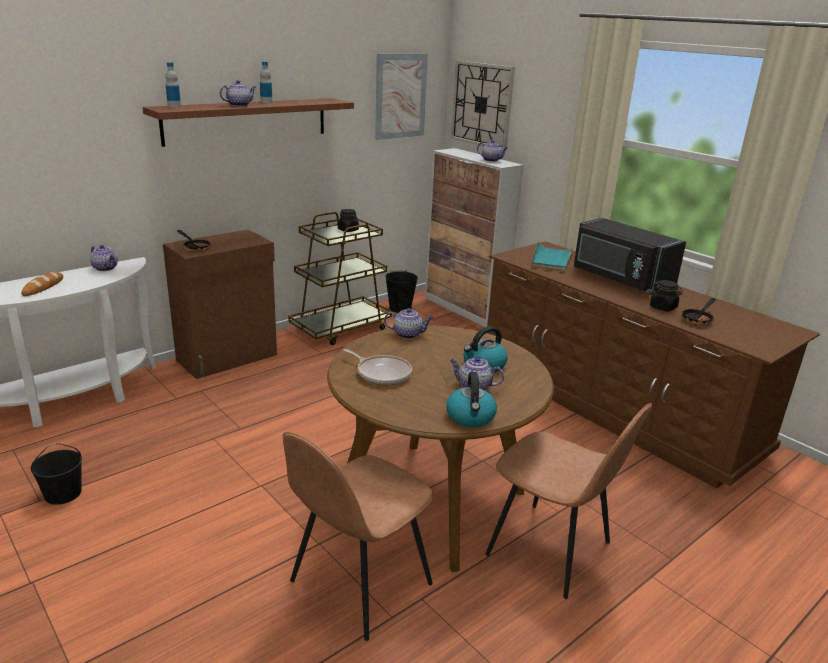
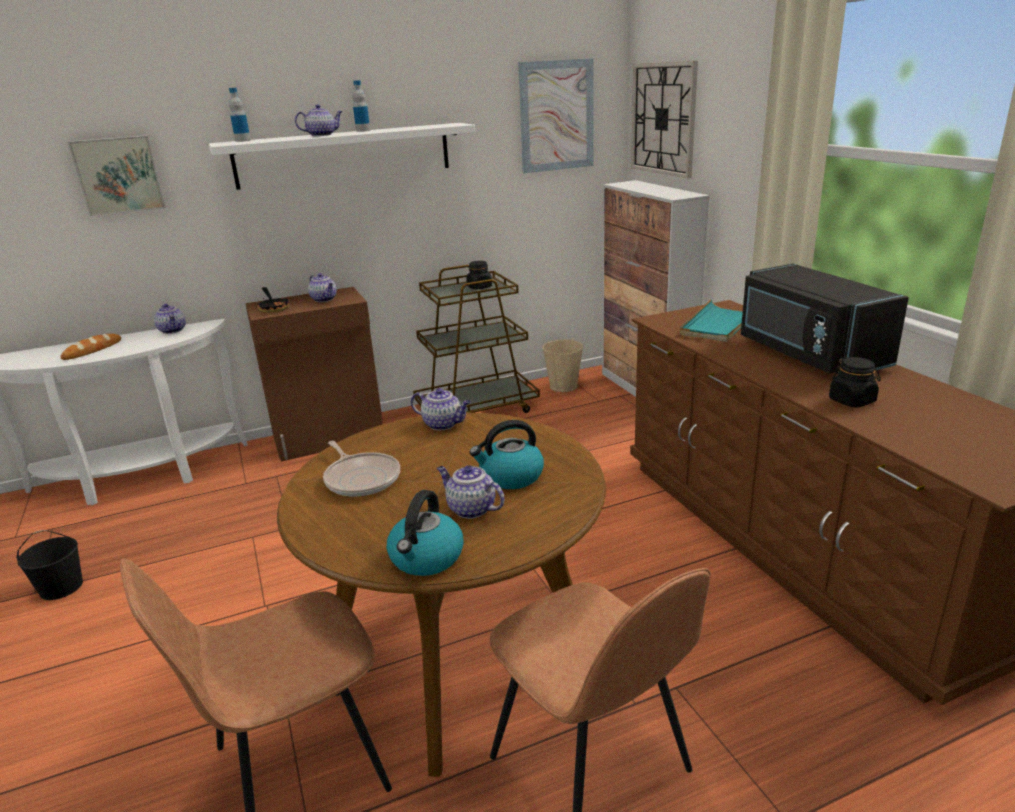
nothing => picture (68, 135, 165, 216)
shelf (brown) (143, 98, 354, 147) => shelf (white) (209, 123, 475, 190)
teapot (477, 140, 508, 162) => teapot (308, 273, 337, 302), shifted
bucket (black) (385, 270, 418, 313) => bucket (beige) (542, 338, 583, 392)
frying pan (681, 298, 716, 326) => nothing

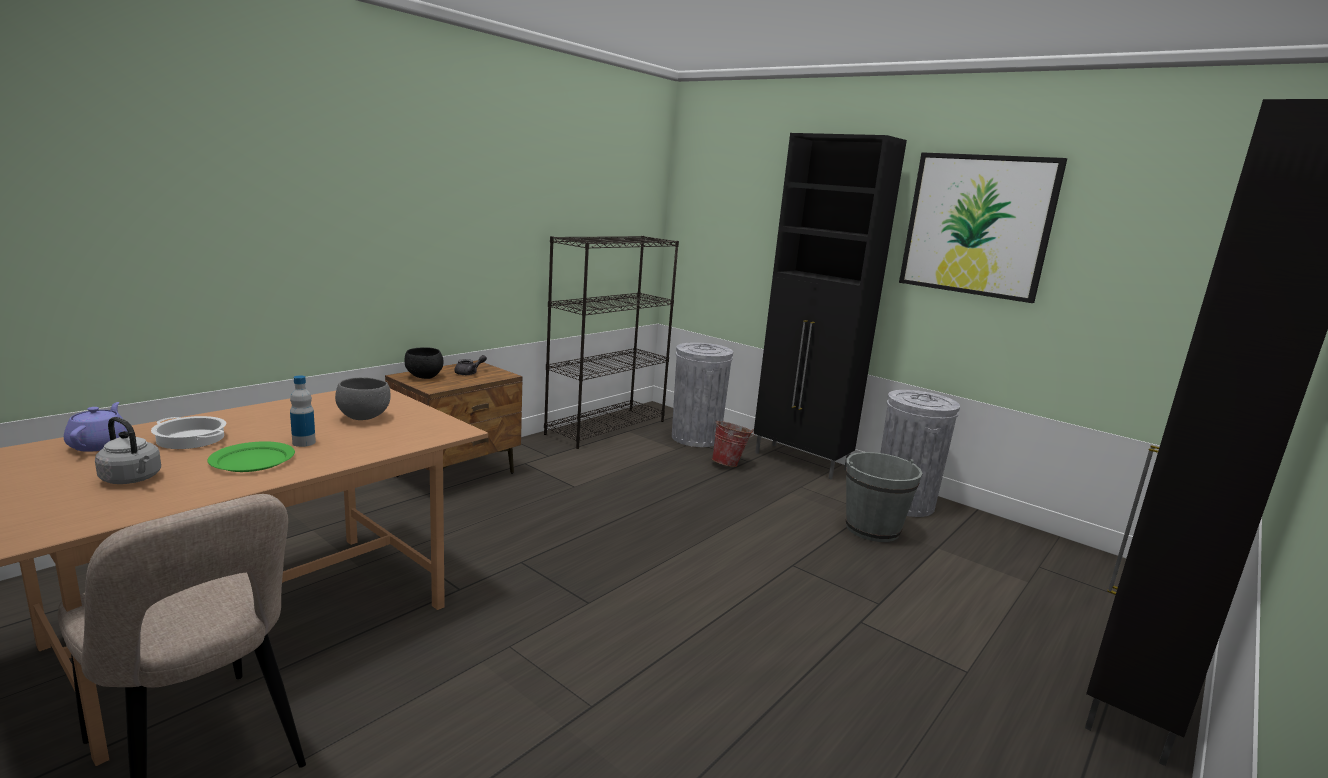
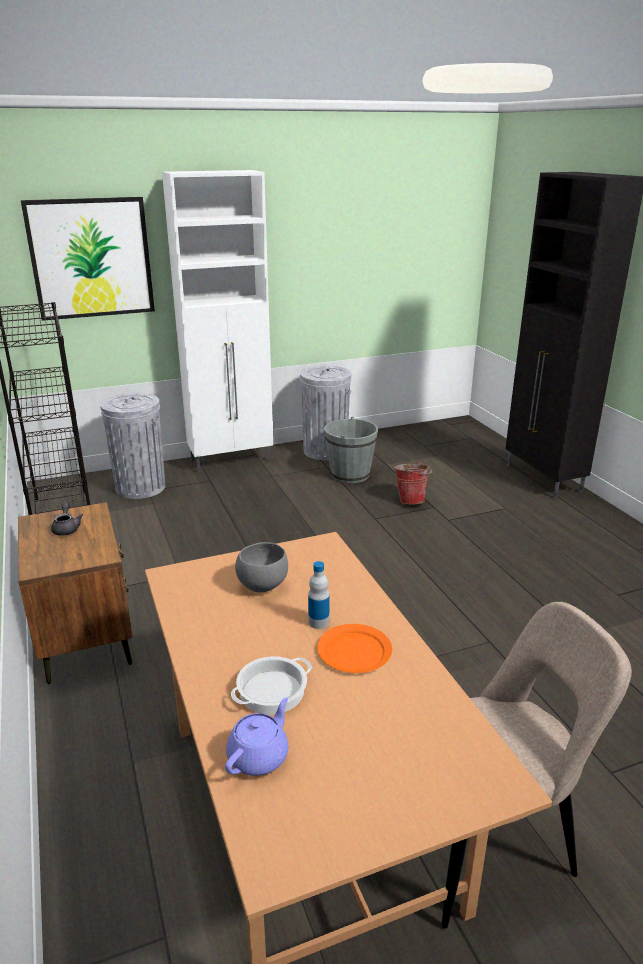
picture (899, 152, 1067, 303) => picture (21, 197, 155, 321), shifted
cabinet (black) (754, 133, 907, 479) => cabinet (white) (162, 170, 273, 473)
teapot (purple) (64, 402, 128, 452) => teapot (purple) (225, 697, 288, 776), 105 degrees clockwise
plate (green) (207, 441, 295, 472) => plate (orange) (317, 624, 392, 673)
bucket (712, 420, 754, 467) => bucket (394, 461, 432, 505), shifted
kettle (grey) (95, 417, 161, 484) => nothing
bowl (black) (404, 347, 443, 379) => nothing

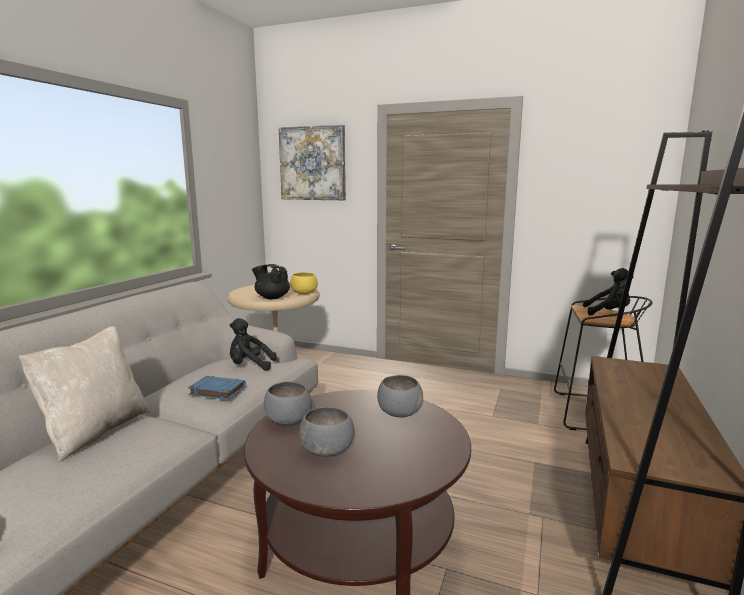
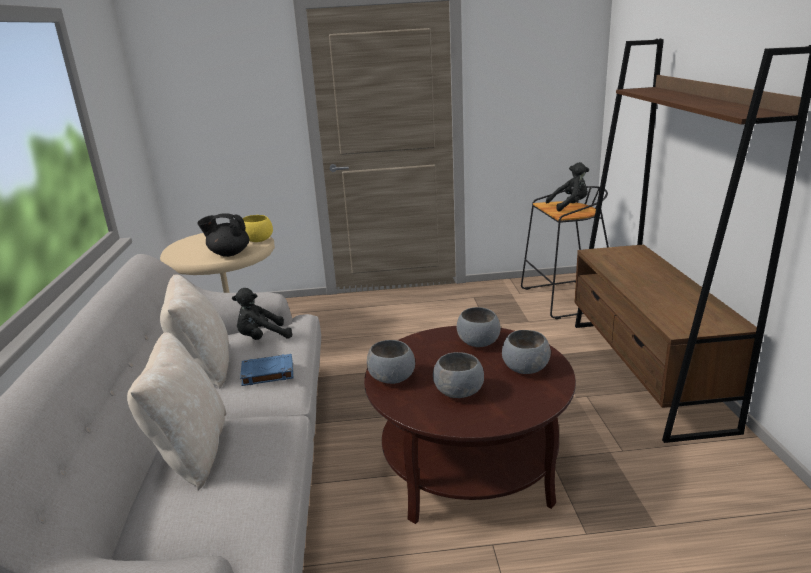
nothing => pillow (beige) (160, 275, 229, 389)
nothing => bowl (grey) (502, 330, 551, 374)
picture (279, 125, 346, 200) => nothing

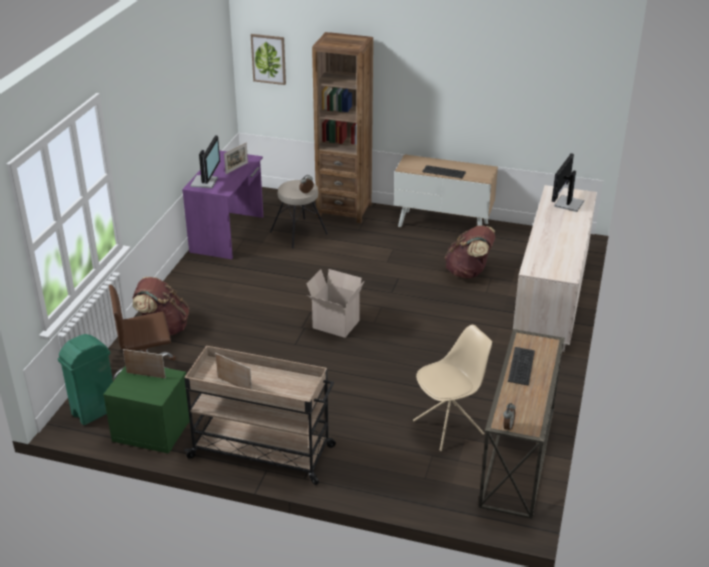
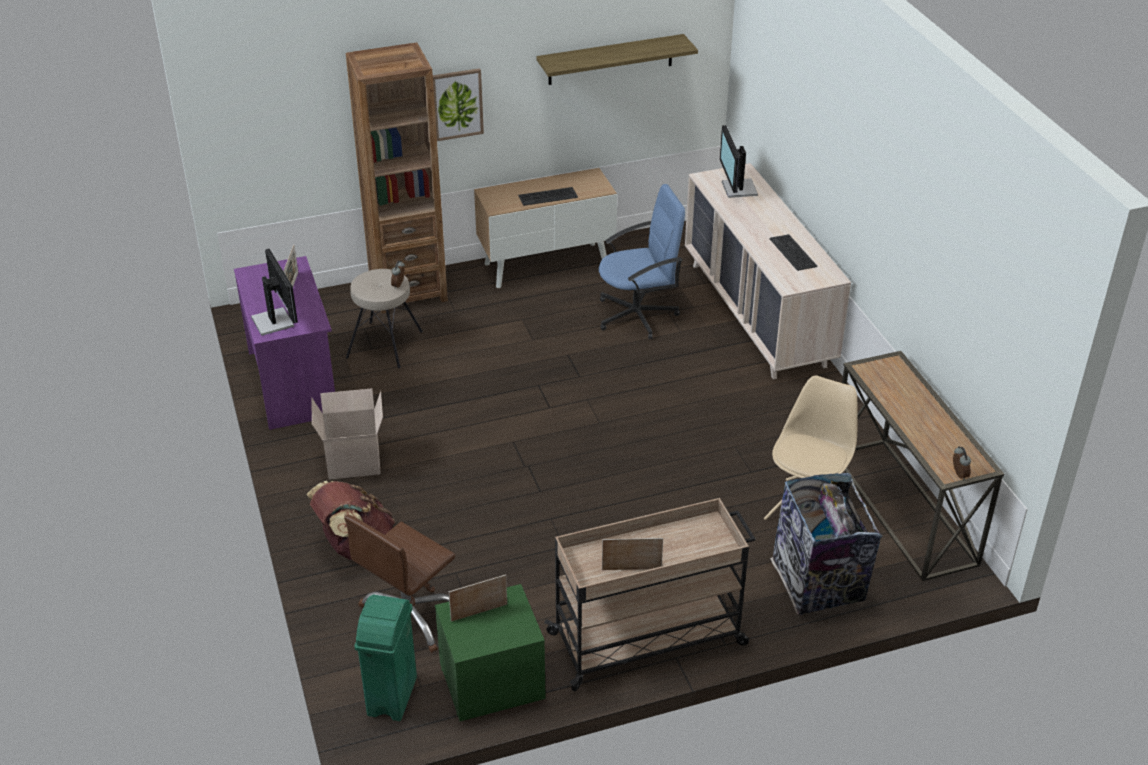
cardboard box (307, 269, 364, 338) => cardboard box (311, 388, 383, 480), shifted
picture (251, 34, 286, 85) => picture (433, 68, 484, 141), shifted
nothing => shelf (536, 34, 698, 85)
backpack (brown) (445, 225, 495, 279) => office chair (blue) (599, 184, 685, 339)
keyboard (508, 347, 535, 386) => keyboard (769, 234, 817, 271), shifted
nothing => trash can (770, 472, 883, 615)

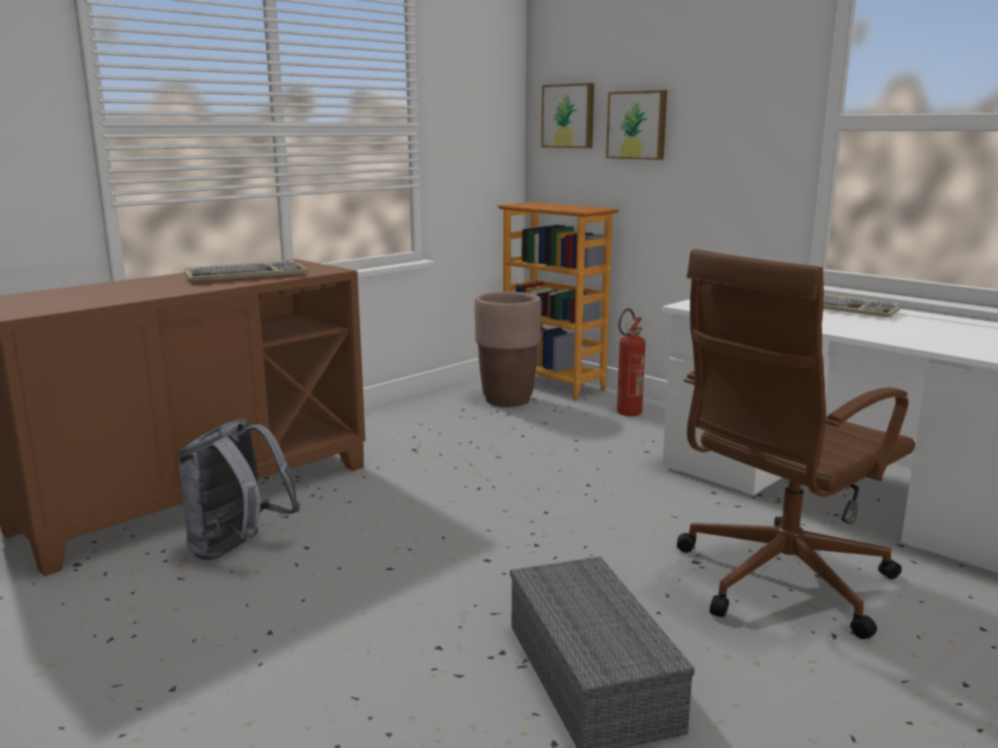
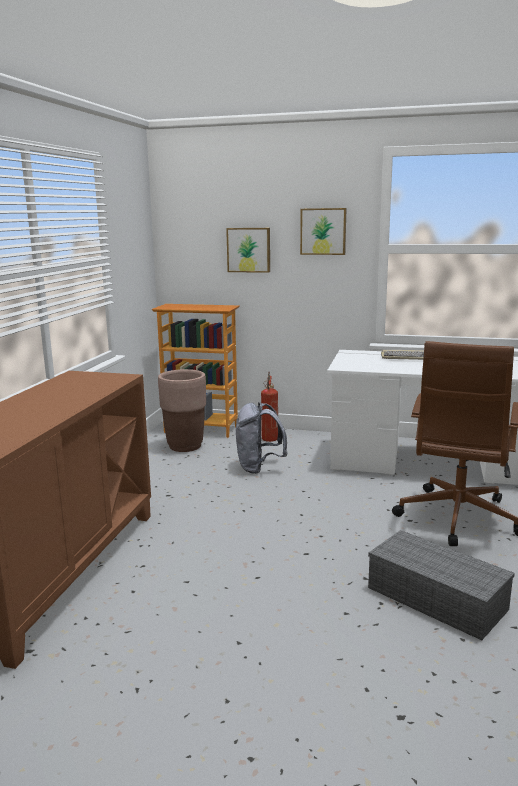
backpack (grey) (179, 419, 300, 560) => backpack (grey) (236, 402, 288, 474), shifted
picture (541, 83, 594, 148) => picture (300, 208, 347, 255), shifted
keyboard (184, 260, 308, 281) => nothing

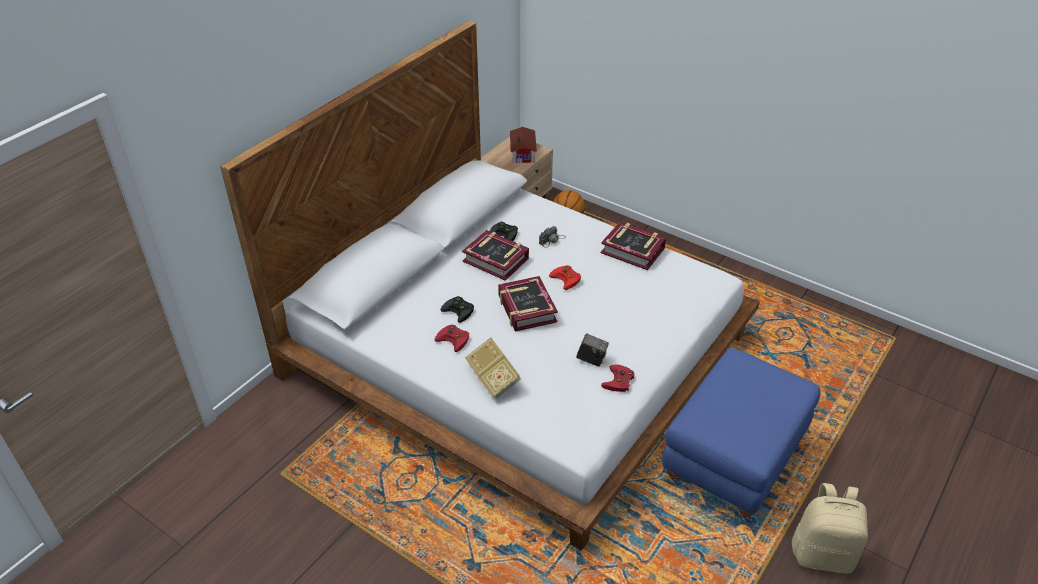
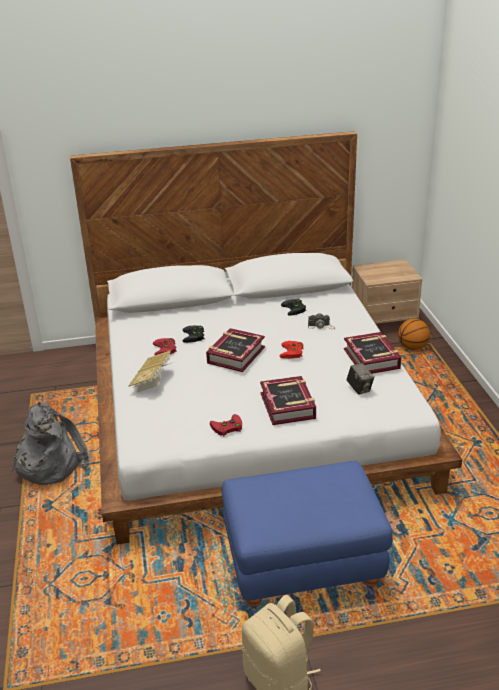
nothing => backpack (grey) (11, 401, 89, 485)
book (462, 230, 529, 281) => book (260, 376, 316, 425), shifted
photo camera (576, 334, 609, 367) => photo camera (347, 363, 374, 395), shifted
toy house (510, 127, 537, 163) => nothing

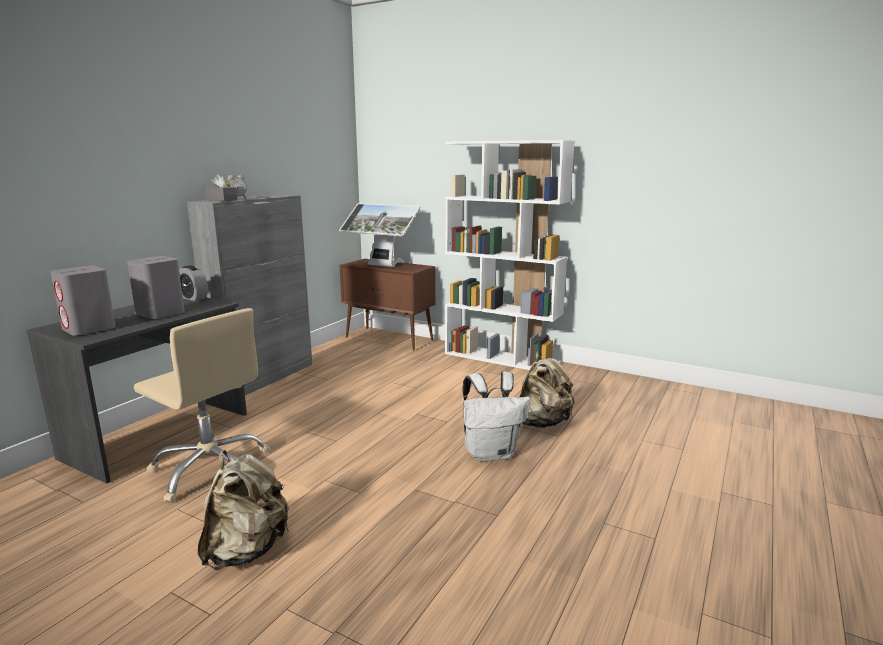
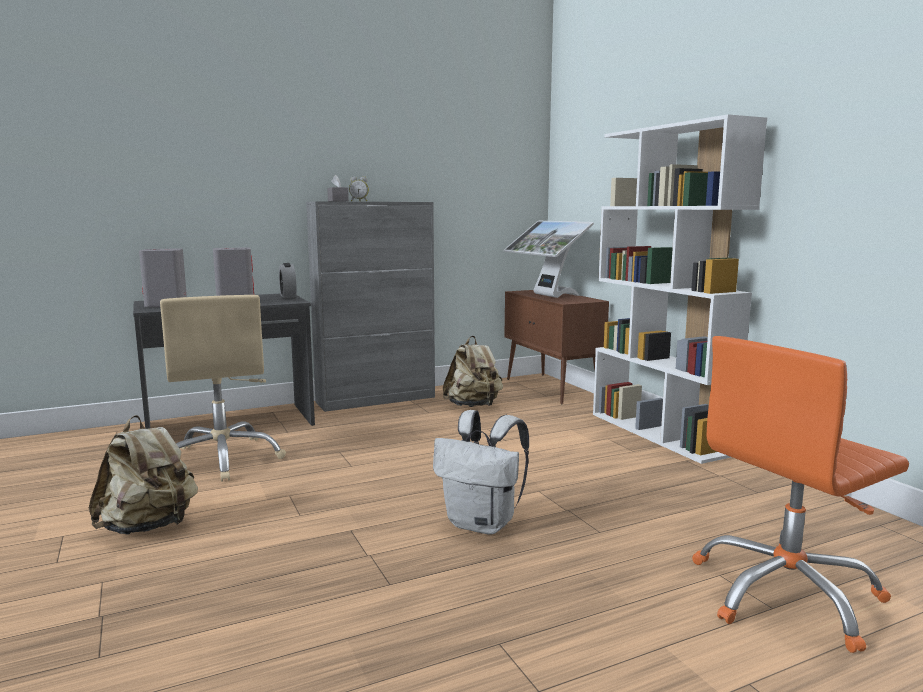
backpack (beige) (520, 351, 575, 428) => backpack (beige) (443, 336, 503, 407), shifted
nothing => office chair (orange) (692, 336, 909, 653)

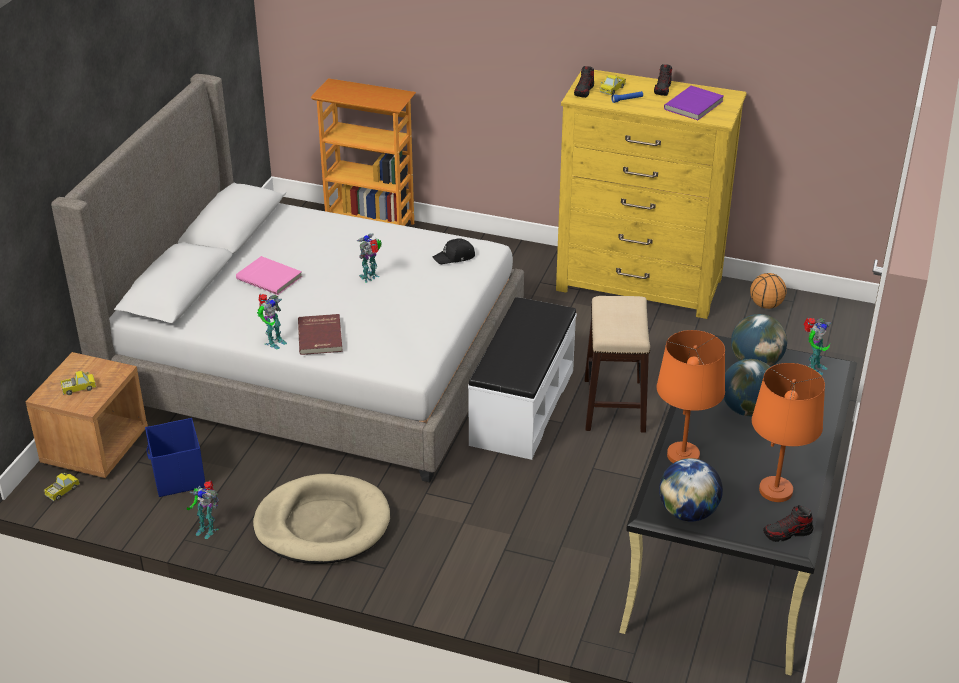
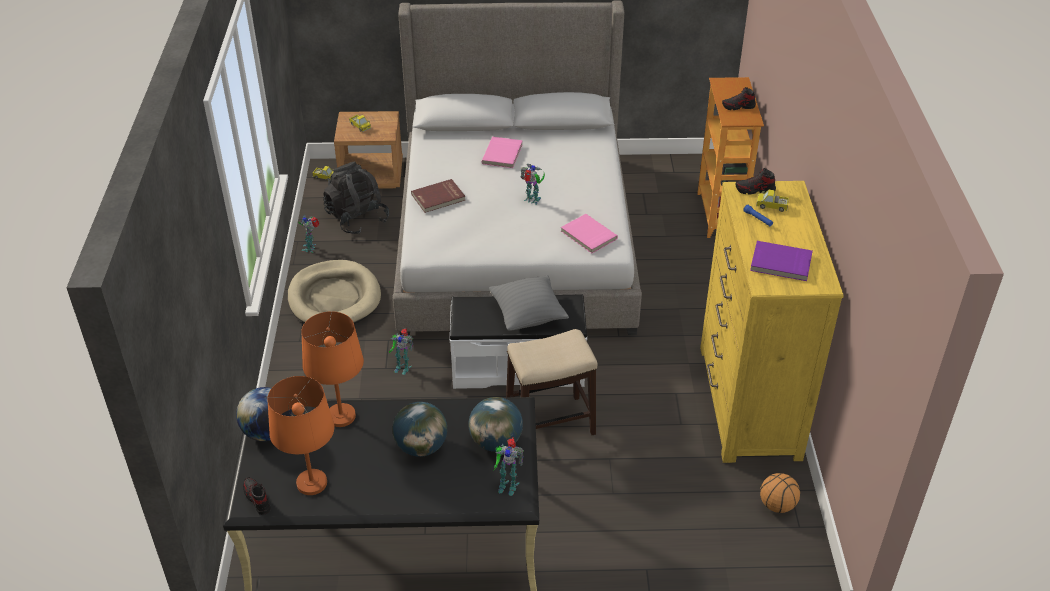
storage box (blue) (145, 418, 205, 497) => backpack (black) (323, 161, 389, 234)
toy robot (257, 294, 287, 349) => toy robot (389, 328, 413, 375), shifted
nothing => pillow (grey) (489, 275, 569, 331)
cap (black) (433, 238, 475, 264) => book (pink) (561, 214, 618, 253)
shoe (654, 64, 672, 96) => shoe (722, 87, 756, 110), shifted

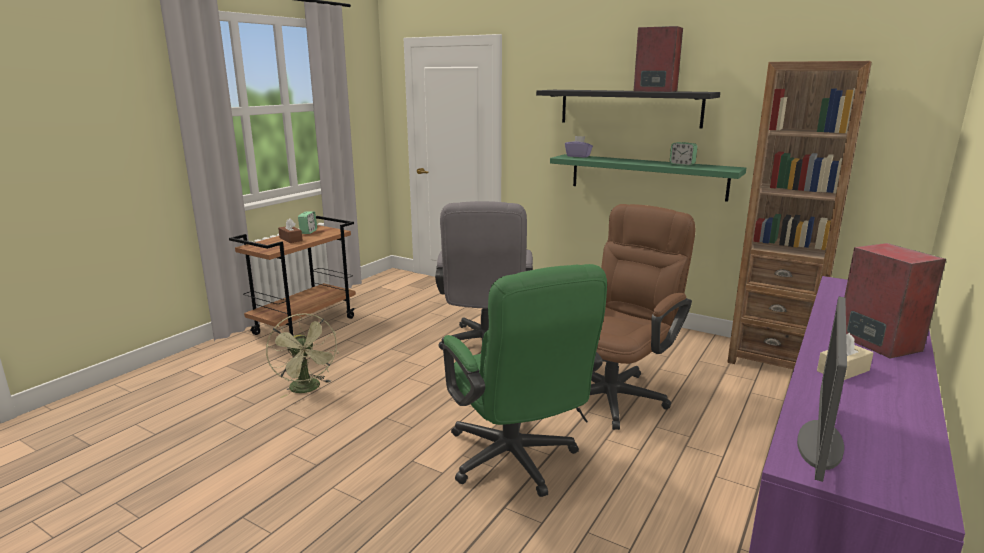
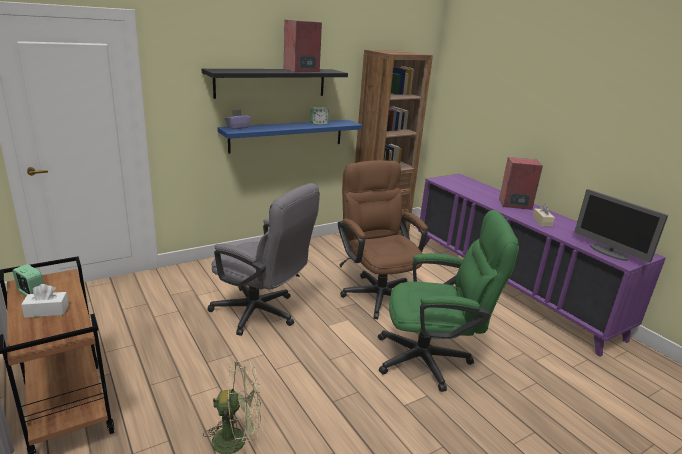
tissue box (brown) (278, 218, 303, 243) => tissue box (white) (21, 284, 69, 318)
shelf (green) (550, 154, 746, 202) => shelf (blue) (217, 120, 363, 154)

